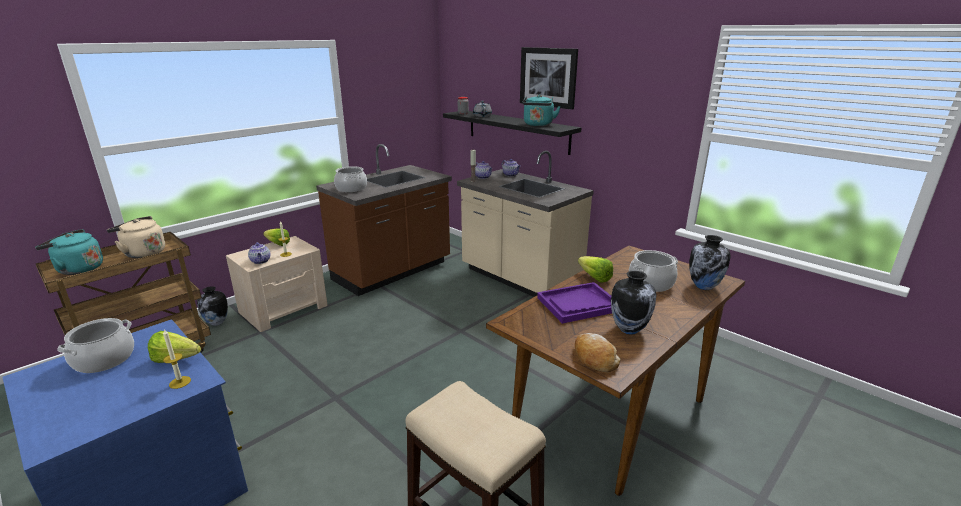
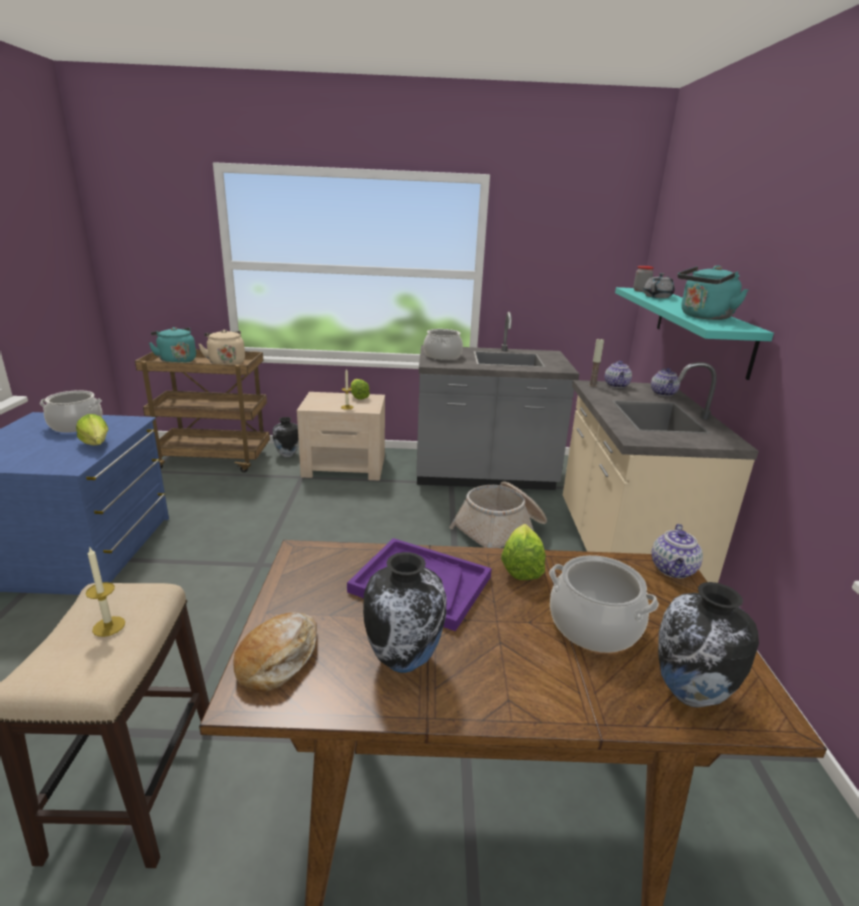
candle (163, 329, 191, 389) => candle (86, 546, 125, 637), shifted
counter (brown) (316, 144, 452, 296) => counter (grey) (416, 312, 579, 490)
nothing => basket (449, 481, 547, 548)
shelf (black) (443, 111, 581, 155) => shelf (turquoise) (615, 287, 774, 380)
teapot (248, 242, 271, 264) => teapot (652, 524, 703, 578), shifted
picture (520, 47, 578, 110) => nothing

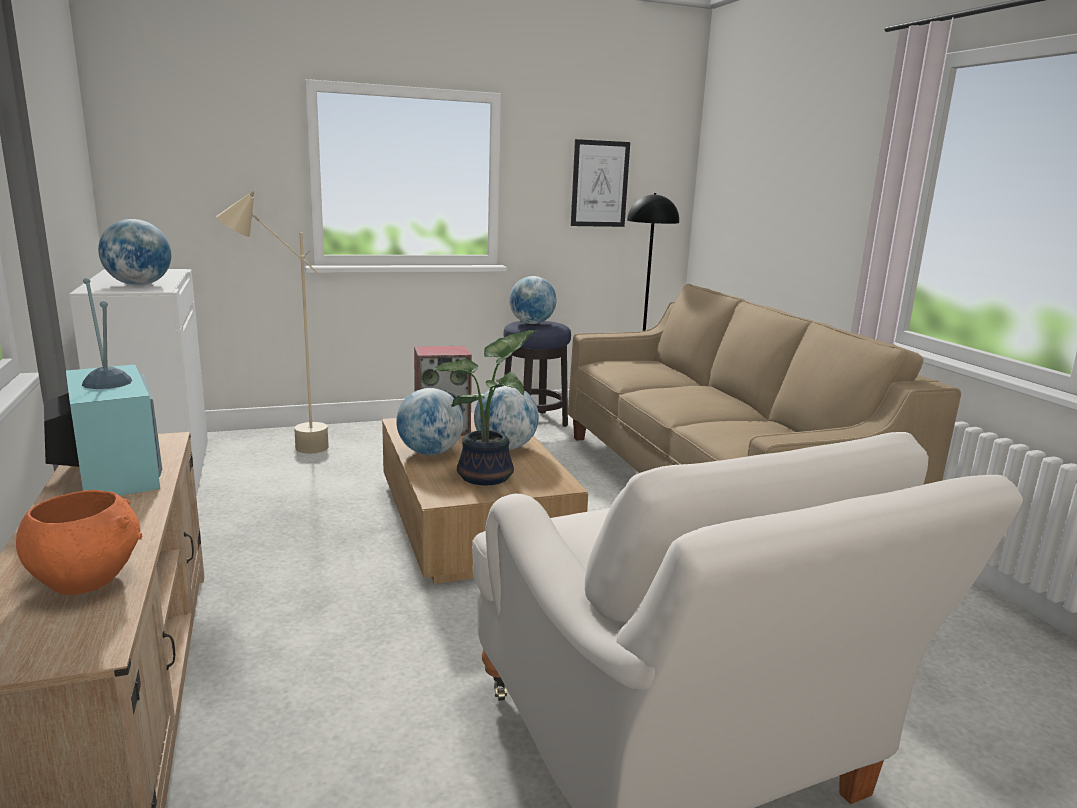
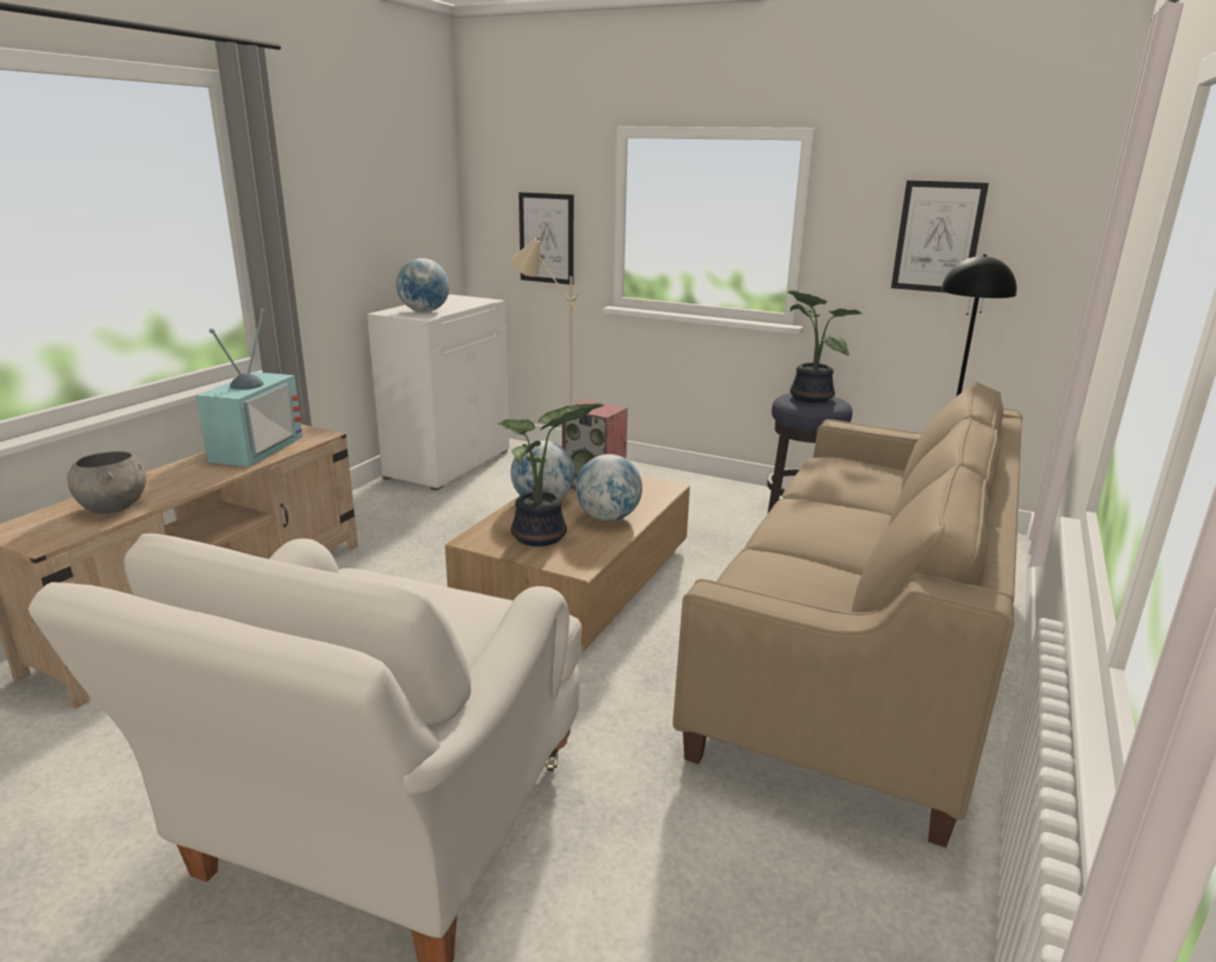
bowl (orange) (16, 490, 142, 595) => bowl (grey) (67, 451, 147, 514)
nothing => picture (519, 192, 574, 285)
globe (509, 276, 557, 324) => potted plant (788, 290, 862, 403)

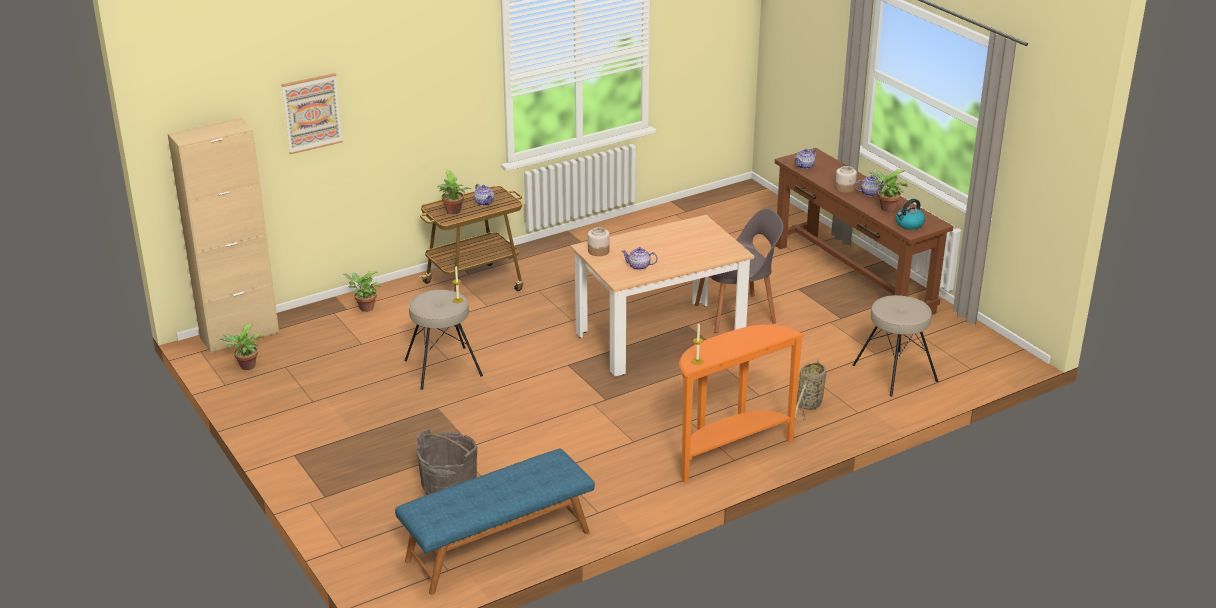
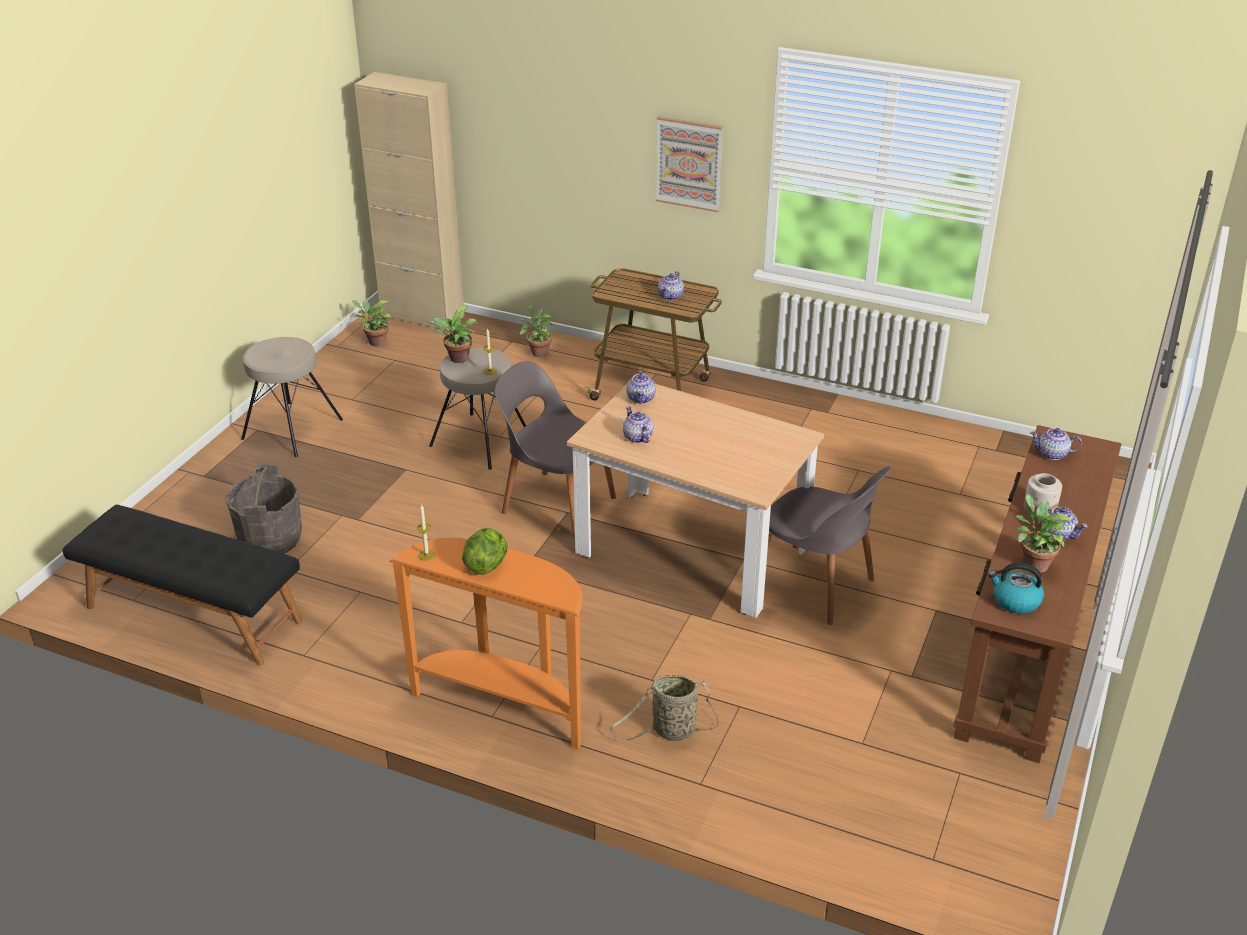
bench (blue) (395, 449, 595, 595) => bench (black) (63, 505, 303, 666)
stool (beige) (852, 295, 938, 397) => stool (beige) (241, 337, 343, 457), shifted
potted plant (438, 170, 472, 214) => potted plant (427, 305, 477, 363), shifted
nothing => lettuce (462, 528, 508, 574)
nothing => chair (grey) (495, 361, 616, 538)
jar (588, 227, 610, 256) => teapot (626, 369, 655, 404)
picture (281, 73, 343, 154) => picture (656, 116, 723, 212), shifted

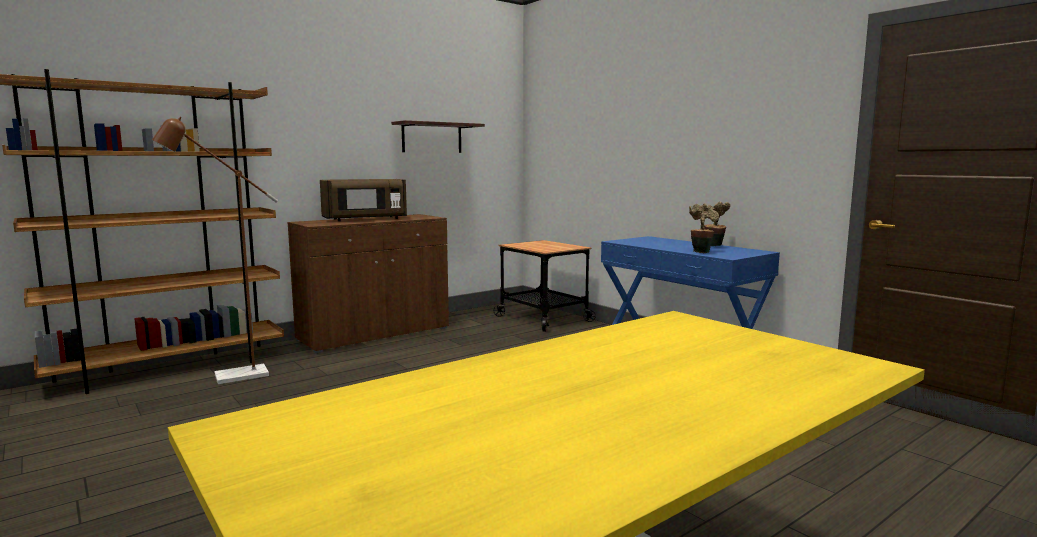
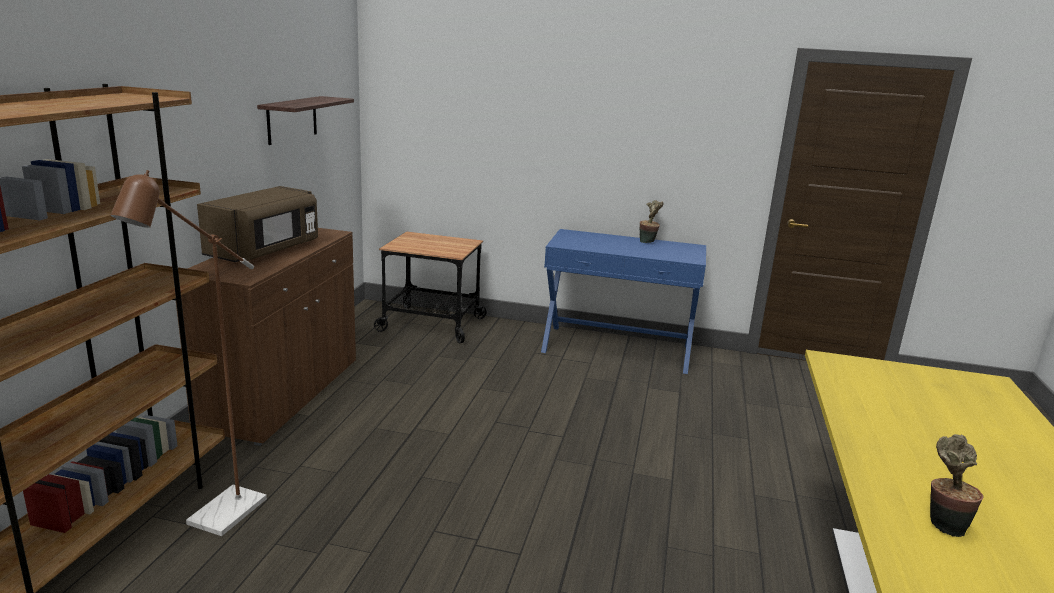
potted plant (689, 204, 719, 253) => potted plant (930, 434, 983, 537), shifted

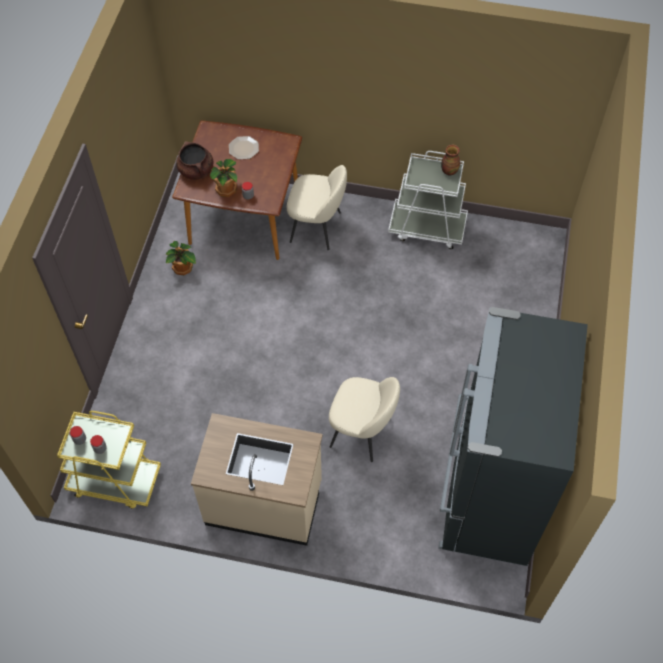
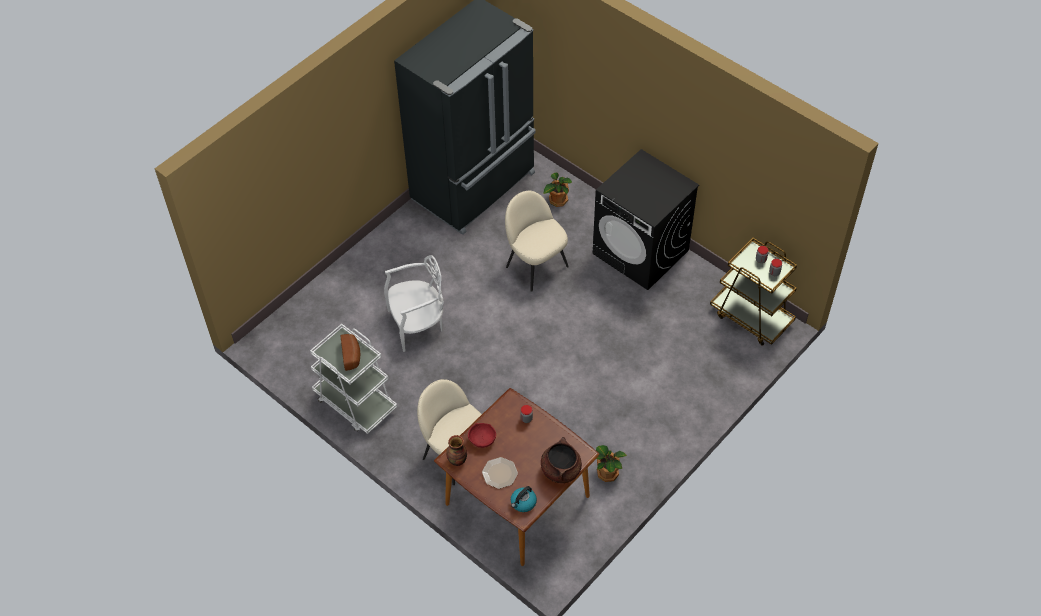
nothing => bread (341, 334, 360, 371)
nothing => chair (white) (384, 255, 444, 352)
vase (441, 145, 460, 176) => vase (446, 435, 467, 466), shifted
nothing => bowl (red) (468, 423, 496, 448)
nothing => kettle (511, 486, 537, 512)
potted plant (210, 159, 237, 197) => potted plant (543, 172, 572, 207), shifted
counter (beige) (191, 413, 323, 546) => washing machine (black) (593, 149, 699, 290)
cart (yellow) (57, 411, 161, 509) => cart (brown) (710, 238, 797, 346)

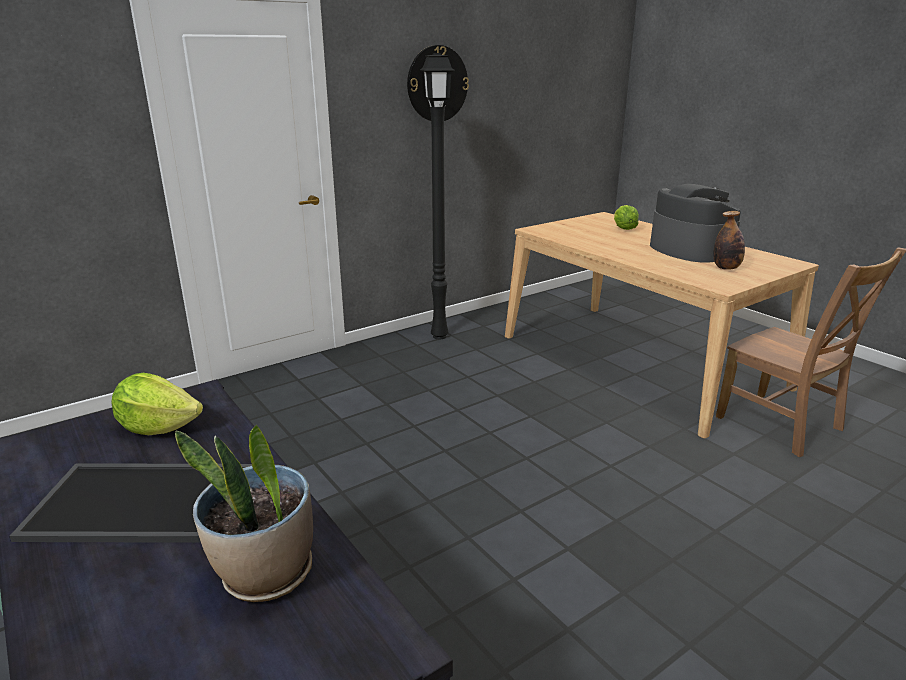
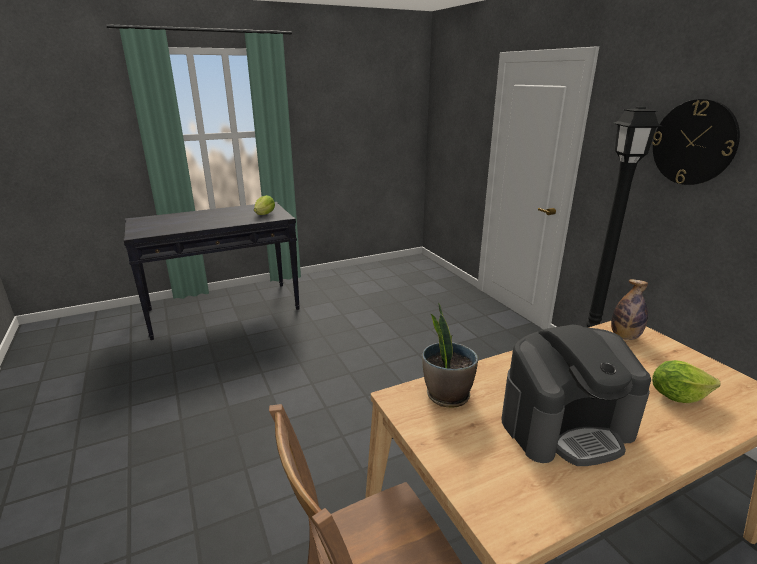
potted plant (175, 425, 313, 602) => potted plant (423, 303, 478, 407), shifted
bottle (713, 211, 745, 270) => bottle (611, 279, 648, 340), shifted
tray (10, 463, 252, 543) => nothing

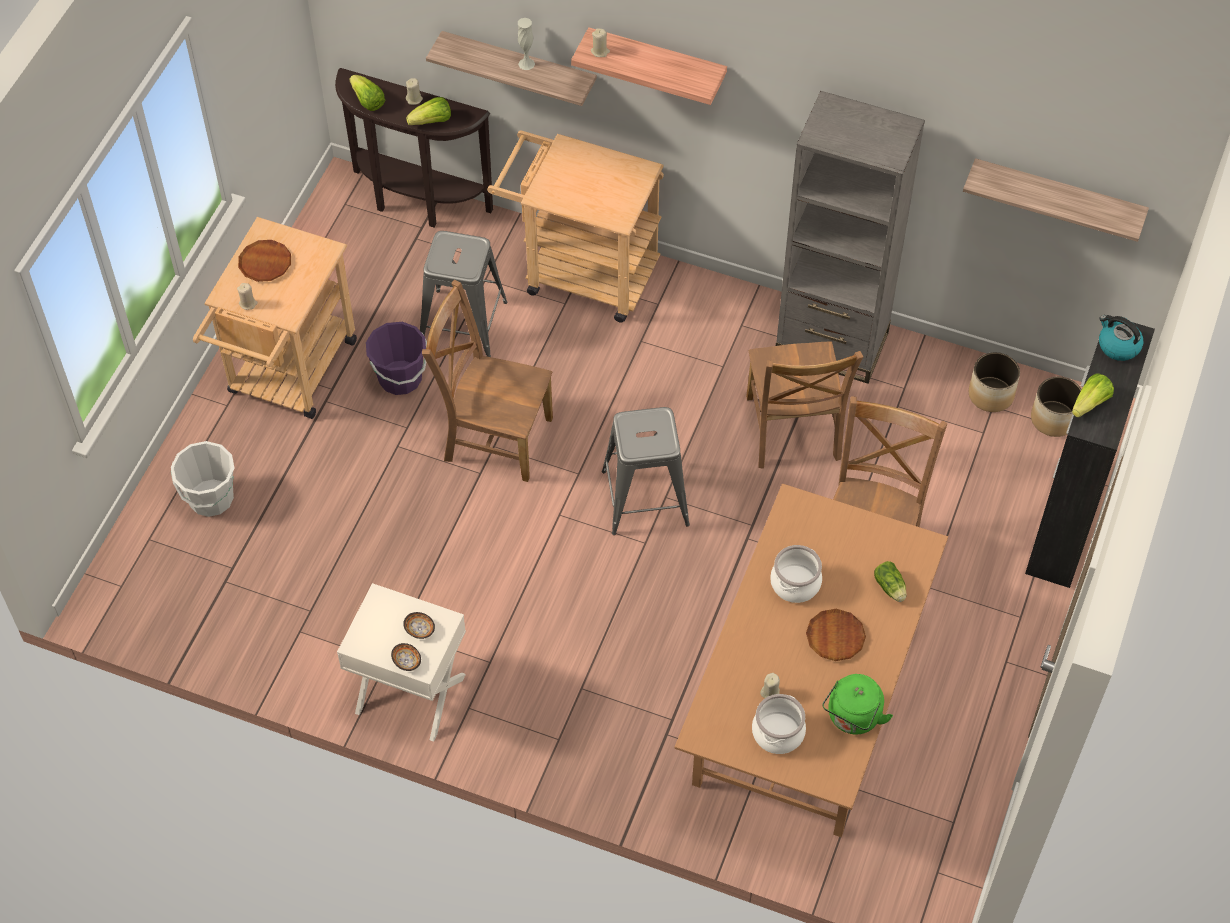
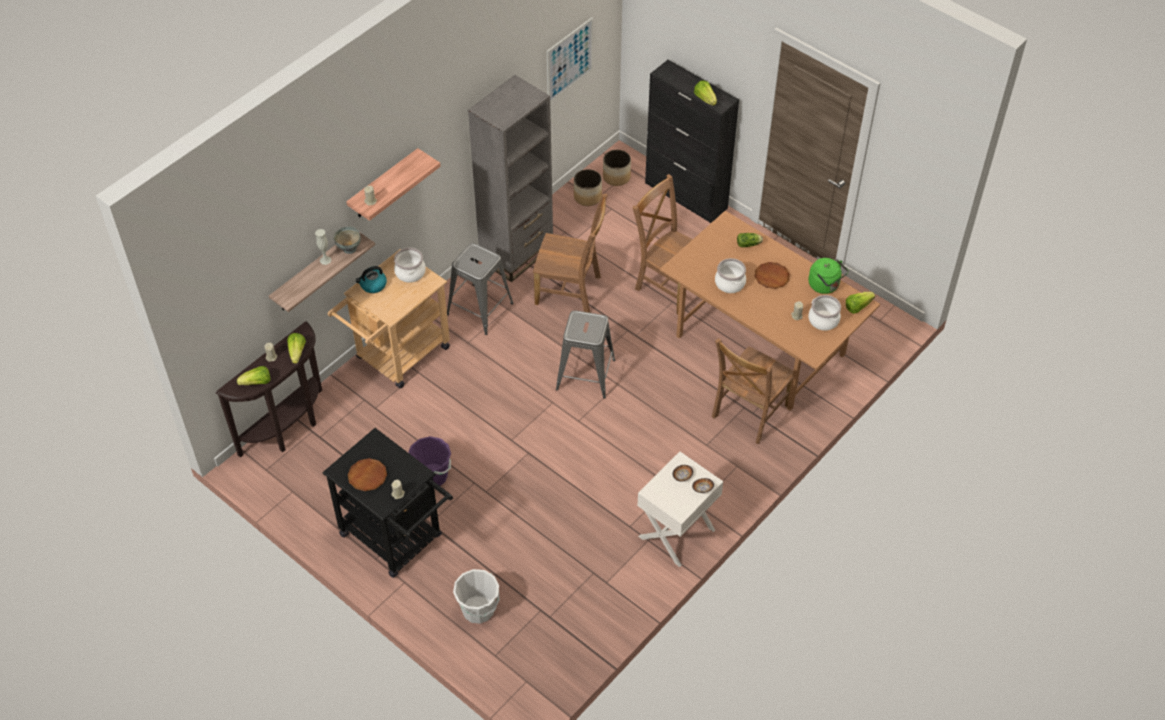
cart (beige) (193, 217, 357, 419) => cart (black) (322, 428, 453, 578)
nothing => bowl (grey) (333, 227, 361, 254)
kettle (1099, 315, 1143, 361) => kettle (356, 266, 387, 293), shifted
nothing => cooking pot (394, 248, 426, 283)
stool (grey) (420, 231, 508, 357) => stool (grey) (447, 243, 514, 335), shifted
shelf (963, 158, 1149, 242) => picture (547, 17, 593, 102)
chair (brown) (422, 280, 553, 482) => chair (brown) (712, 338, 793, 444), shifted
nothing => lettuce (846, 292, 875, 314)

